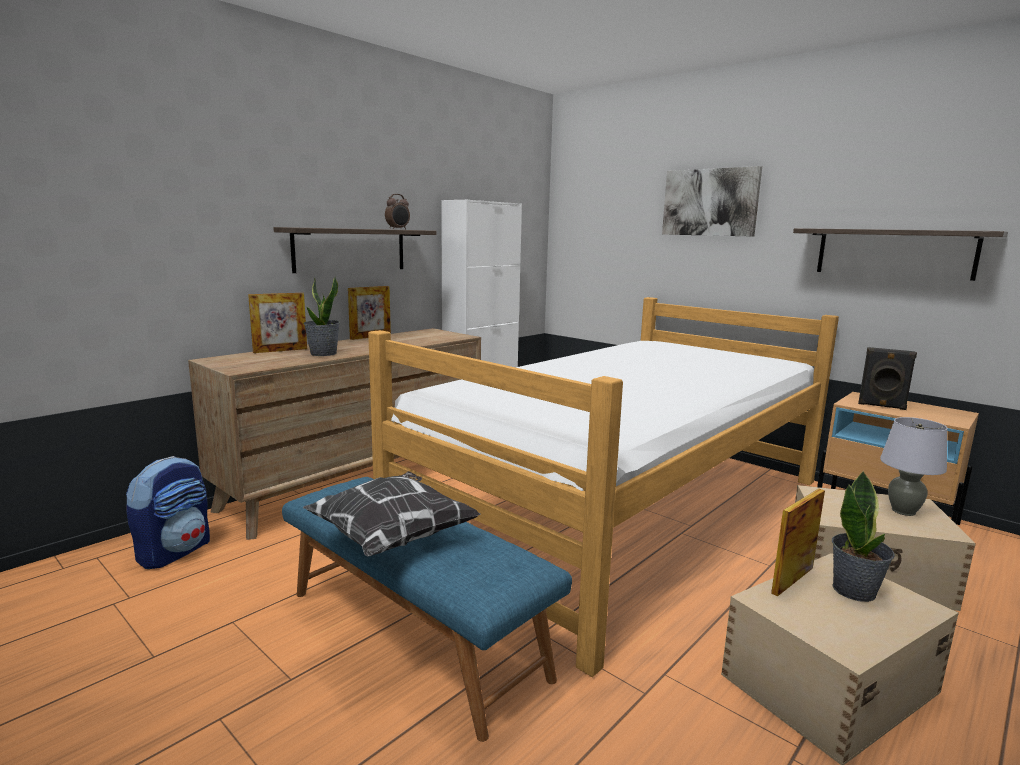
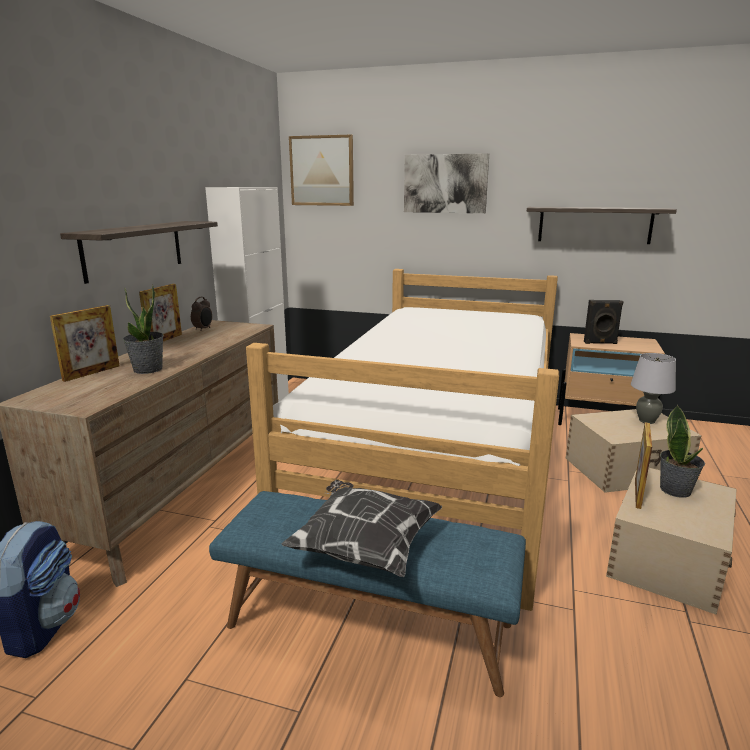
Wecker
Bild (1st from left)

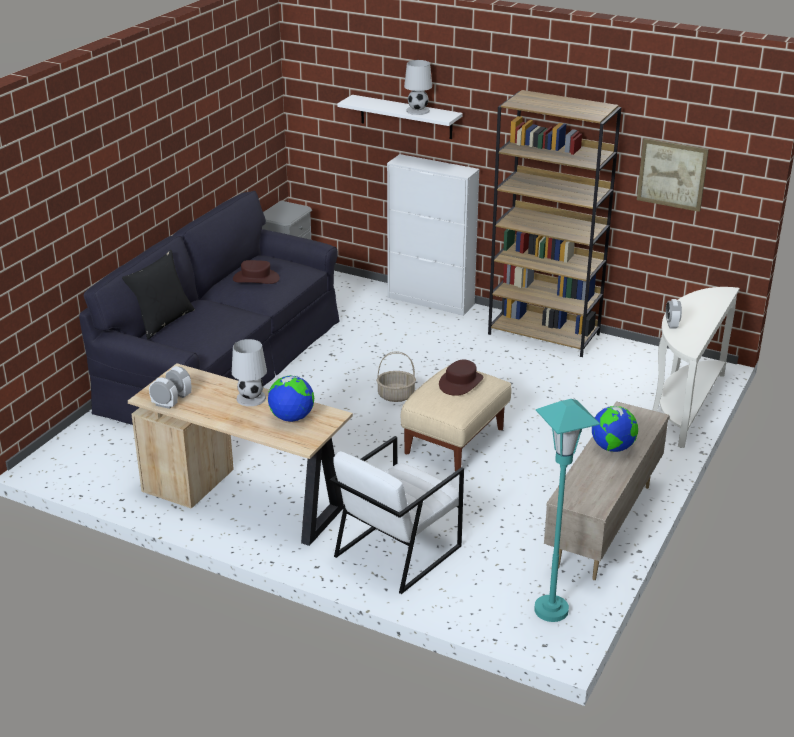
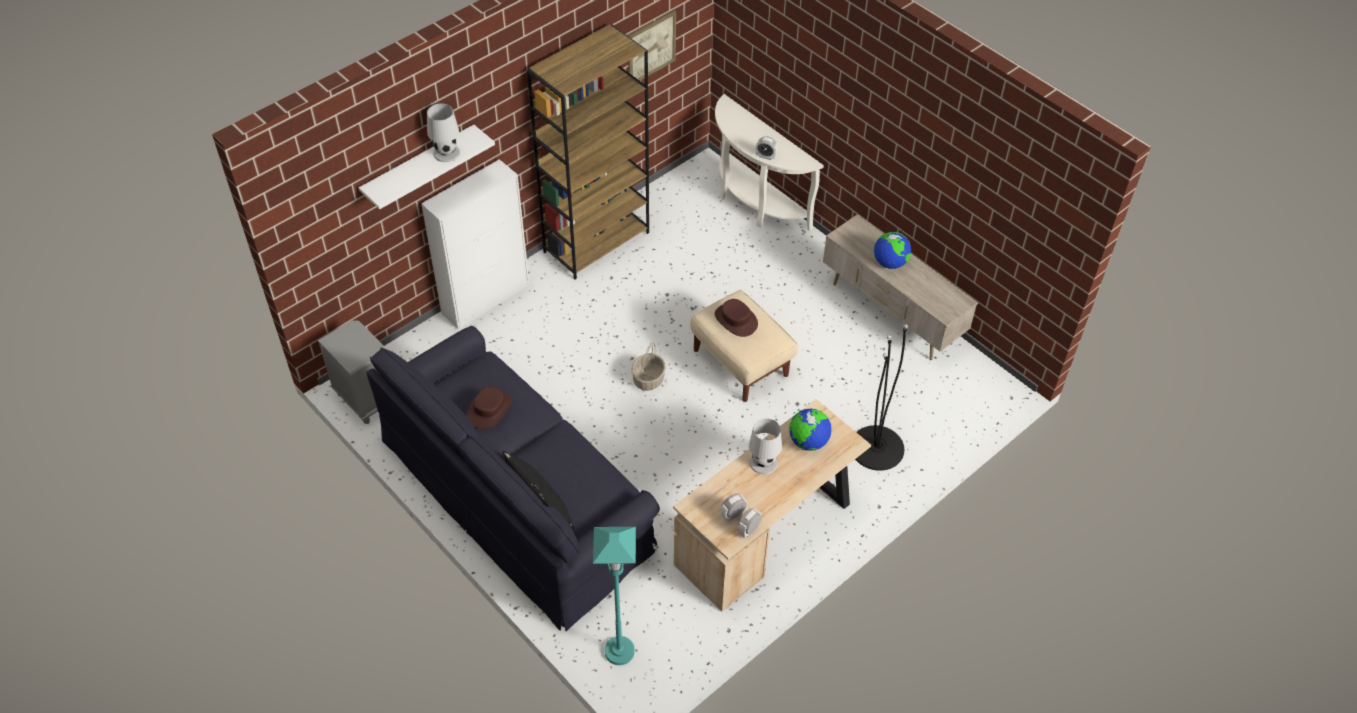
Stehlampe (türkis)
Stehlampe (schwarz)

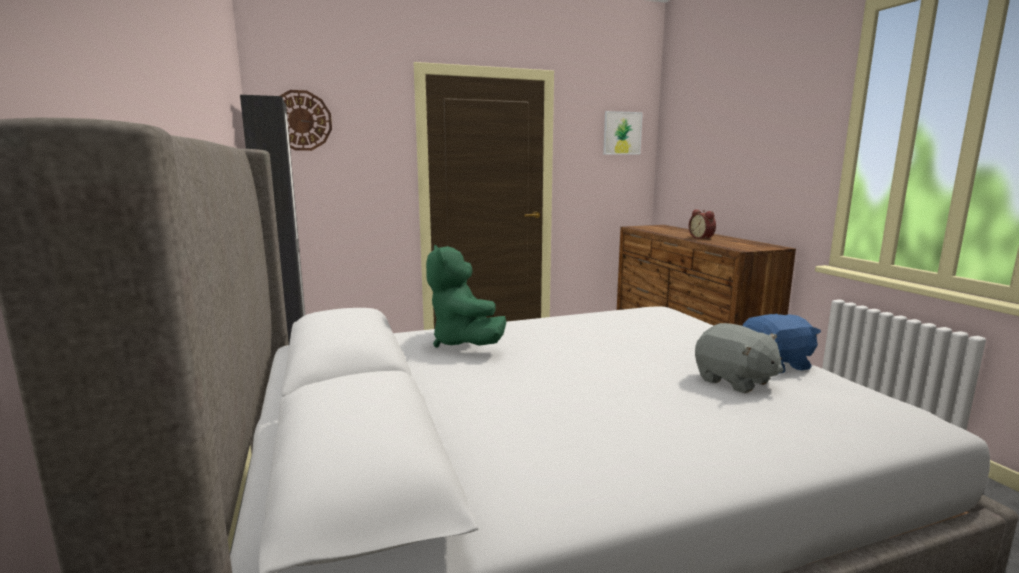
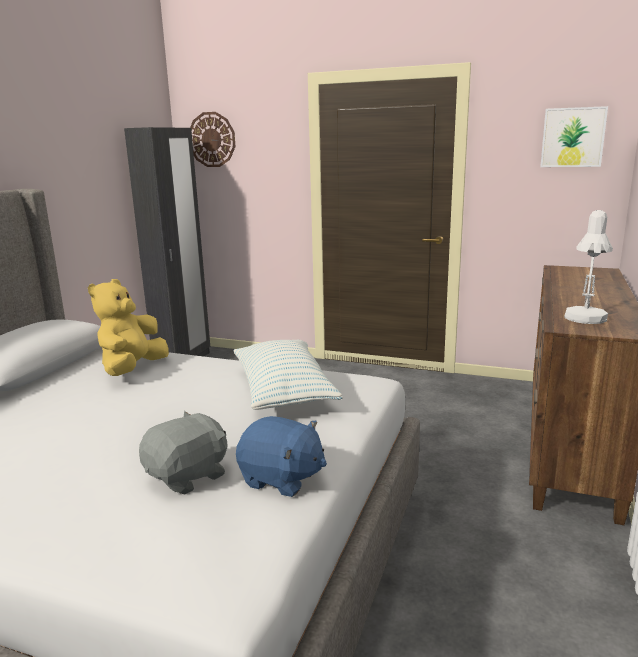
Plüschtier (gelb)
Plüschtier (grau)
Kissen
Tischlampe (weiß)
Wecker

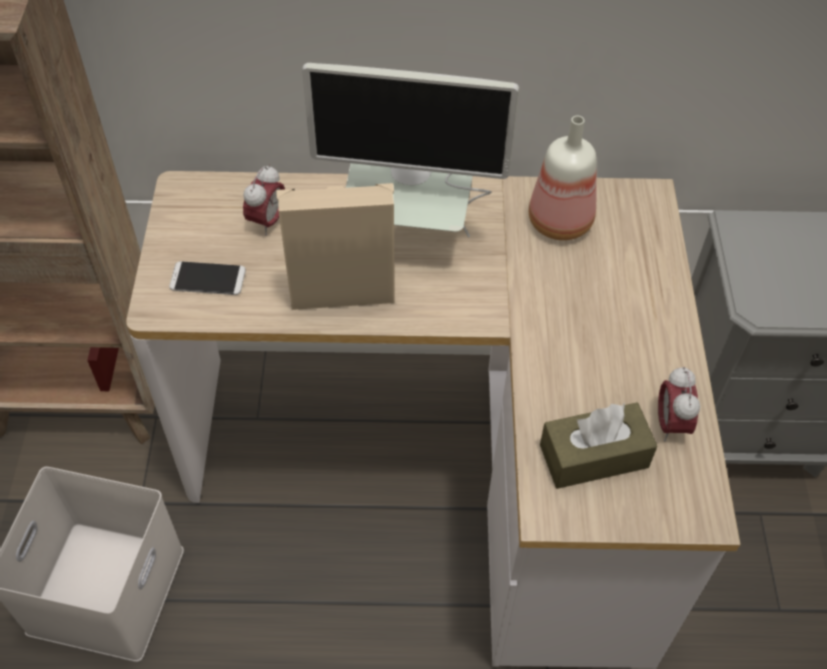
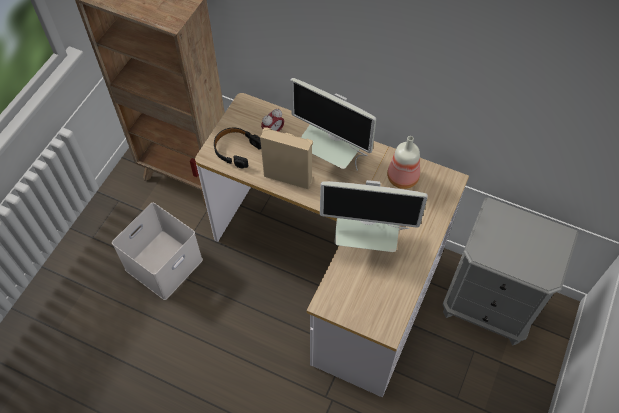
Kopfhörer (schwarz)
Monitor (2nd from left)
Taschentuchbox (braun)
Wecker (2nd from left in the first image)

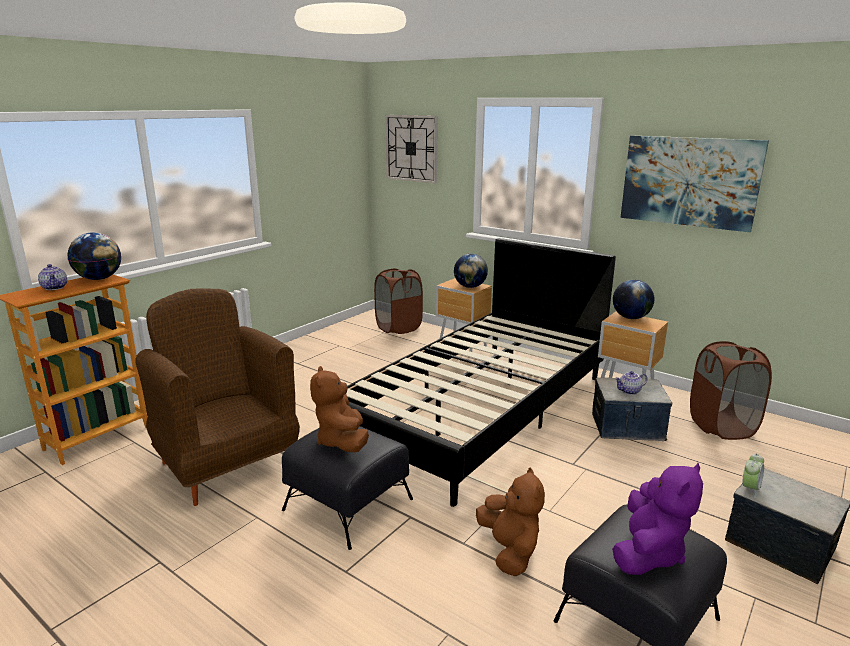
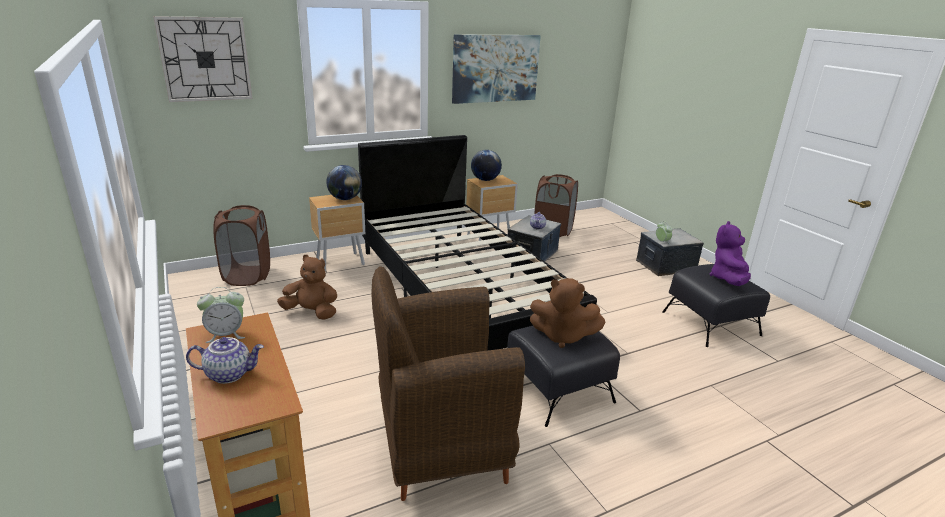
Wecker (1st from left)
Plüschtier (braun) (1st from left)
Plüschtier (lila)

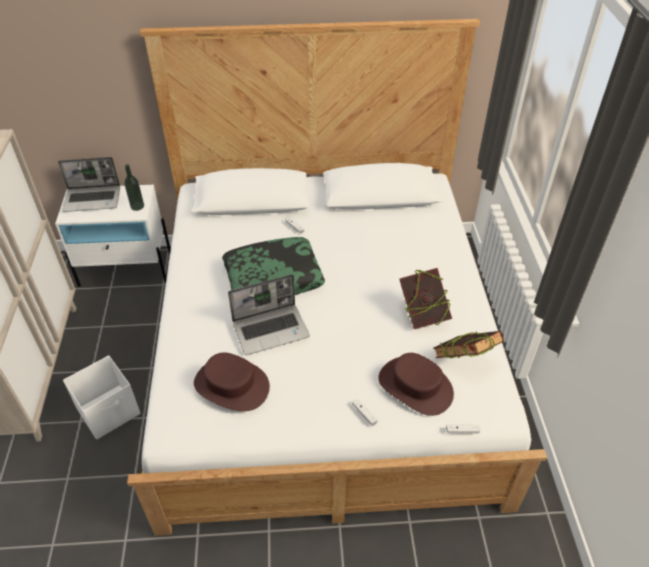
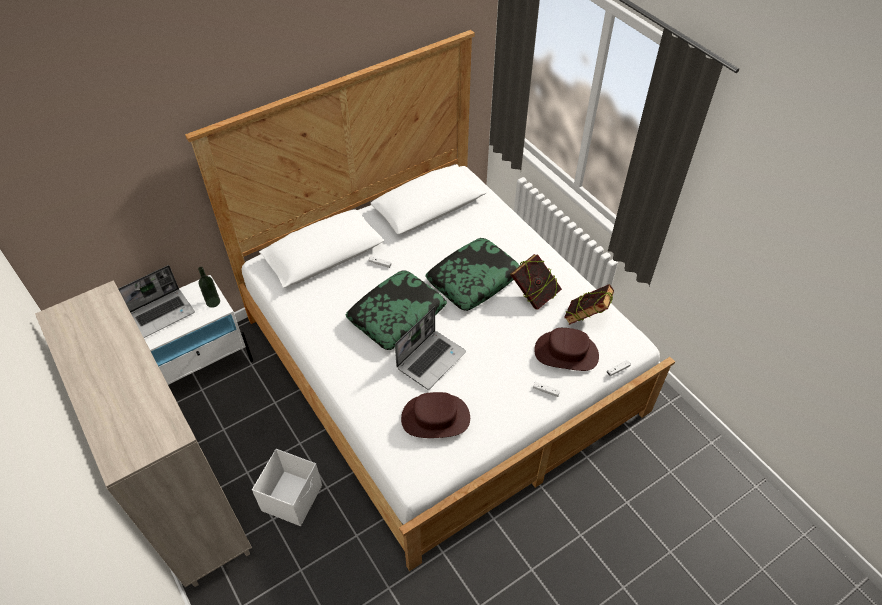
Kissen (2nd from left)

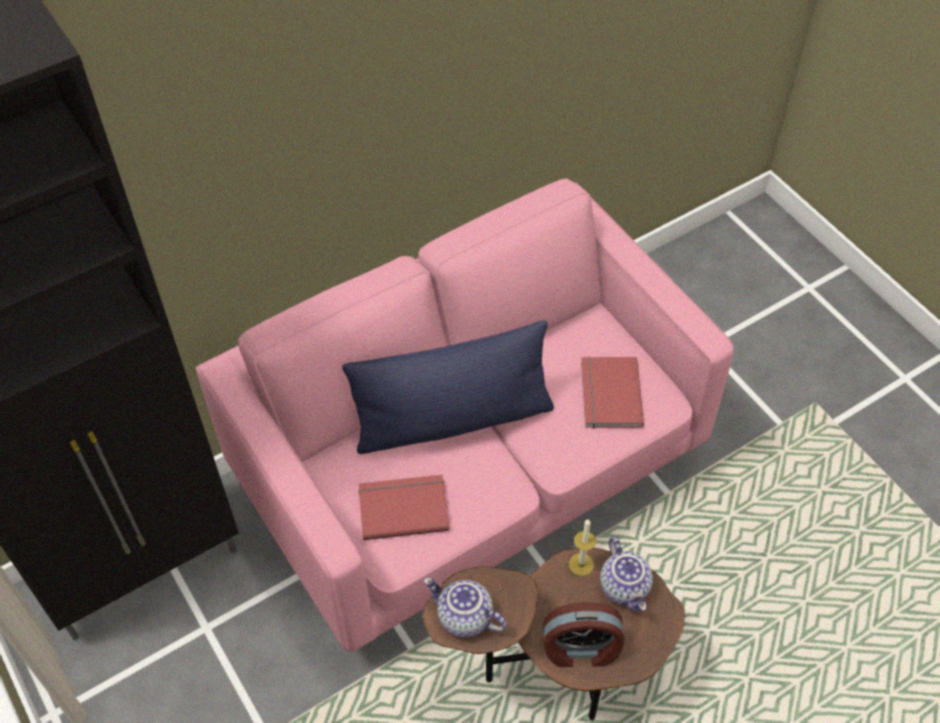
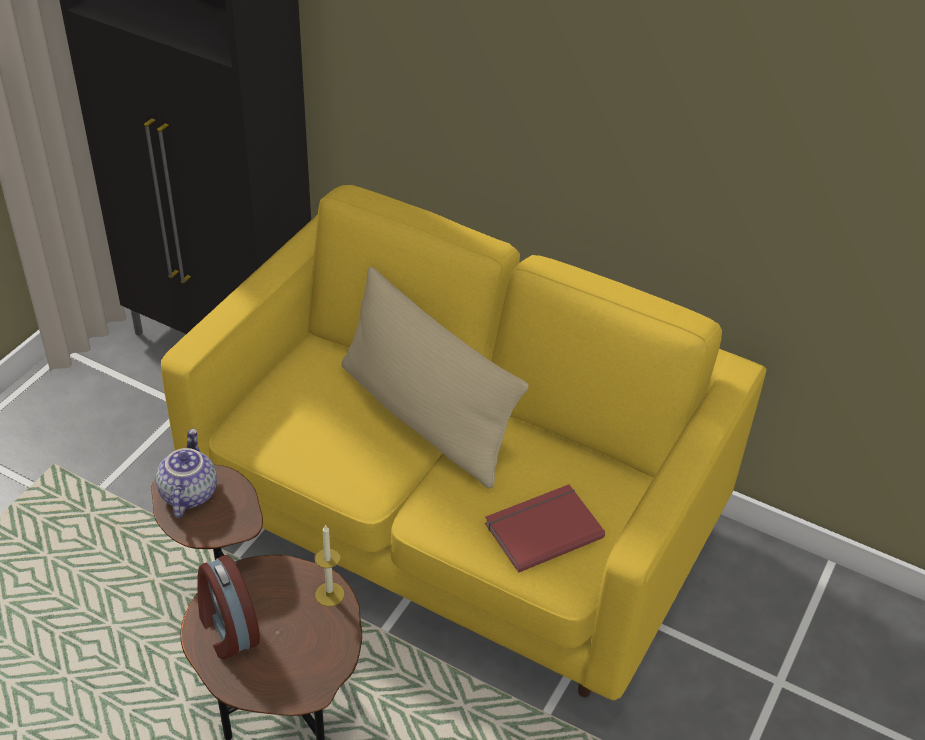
Sofa (gelb)
Kissen (beige)
Buch (rot) (1st from left in the first image)
Teekanne (2nd from left in the first image)

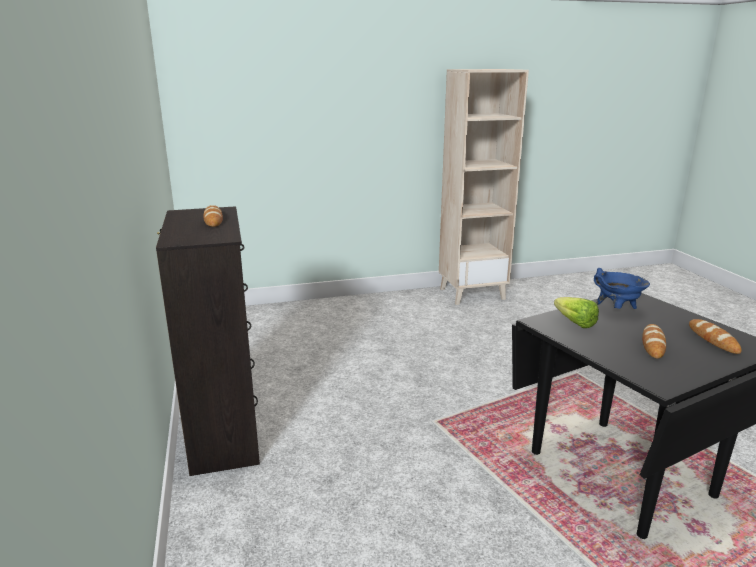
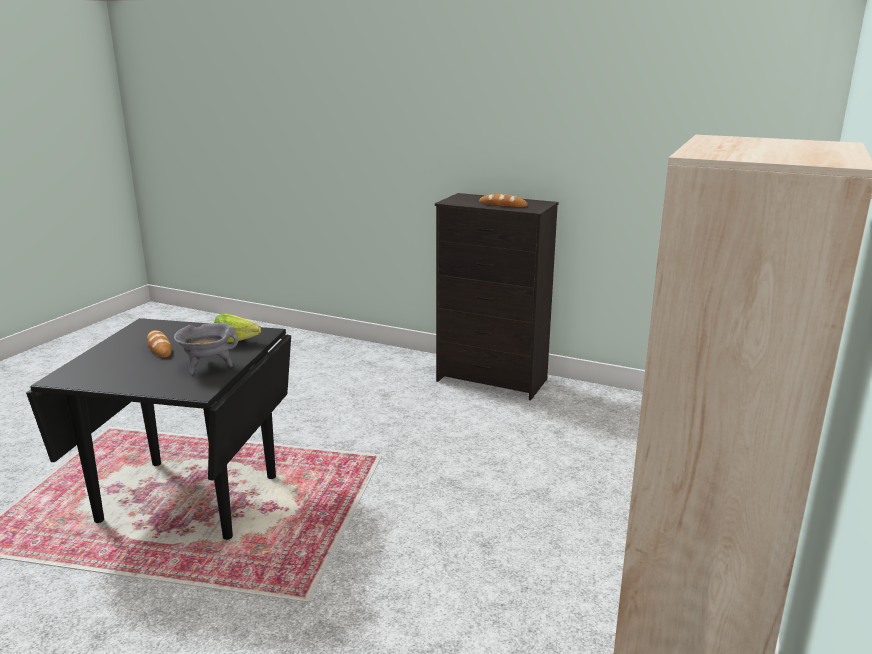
Kochtopf (grau)
Brot (3rd from left in the first image)

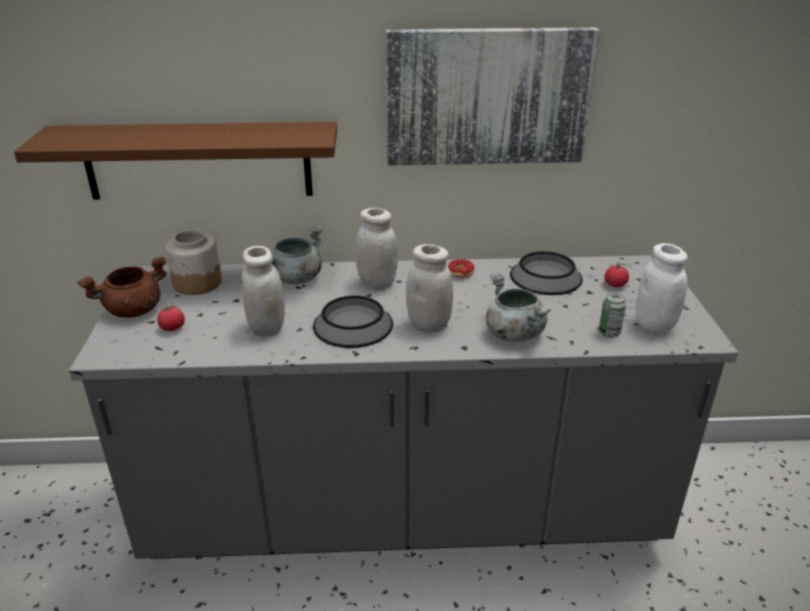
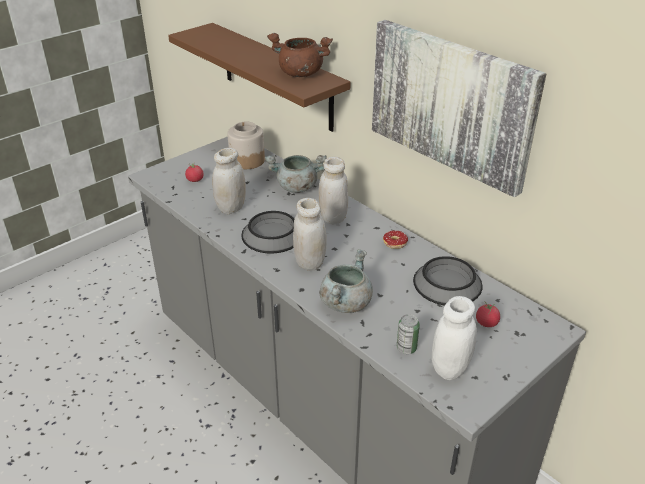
Kochtopf (braun)

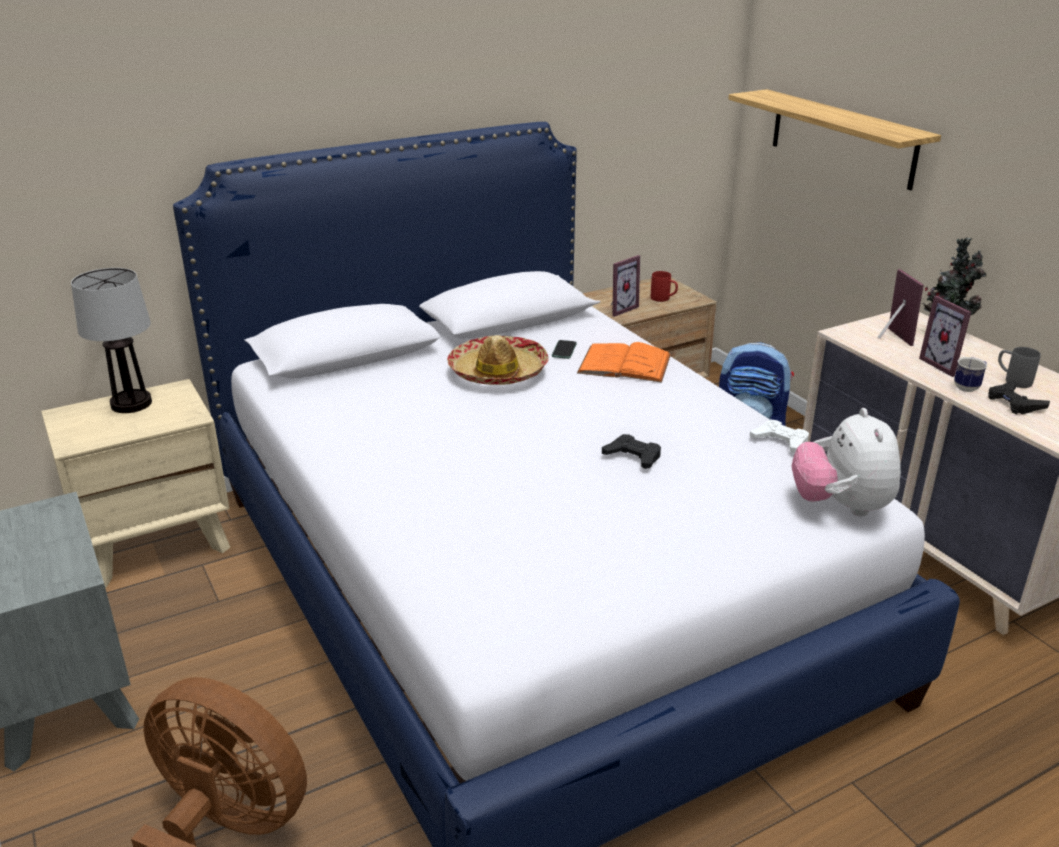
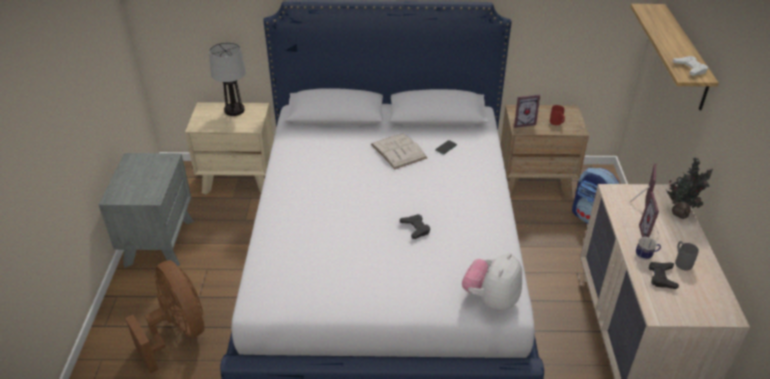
Buch (weiß)
Gamepad (weiß)
Buch (orange)

